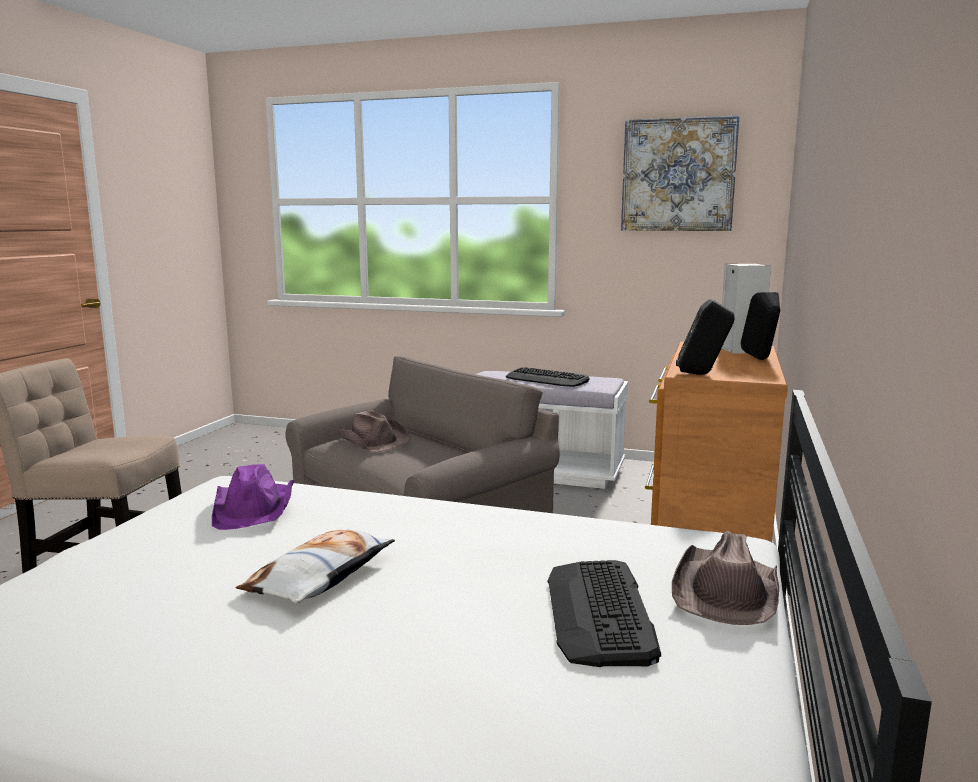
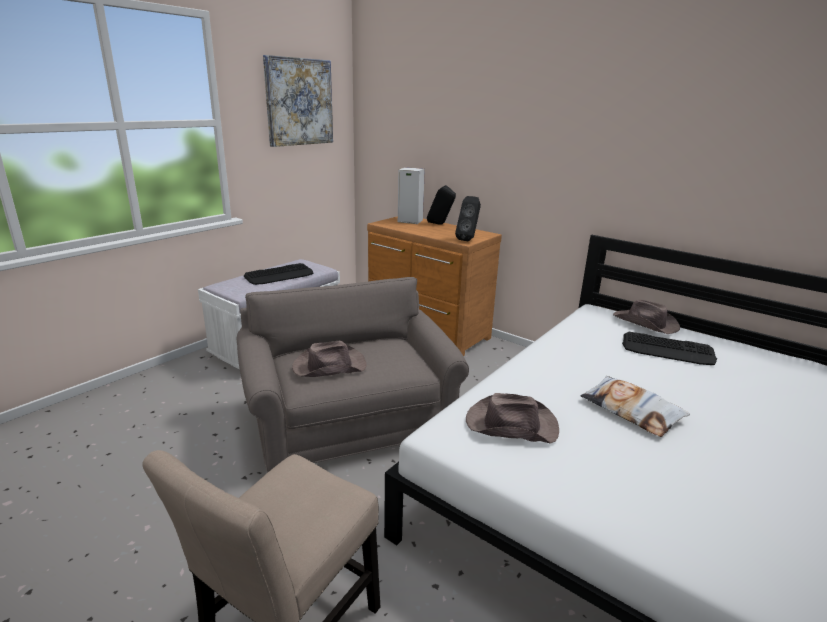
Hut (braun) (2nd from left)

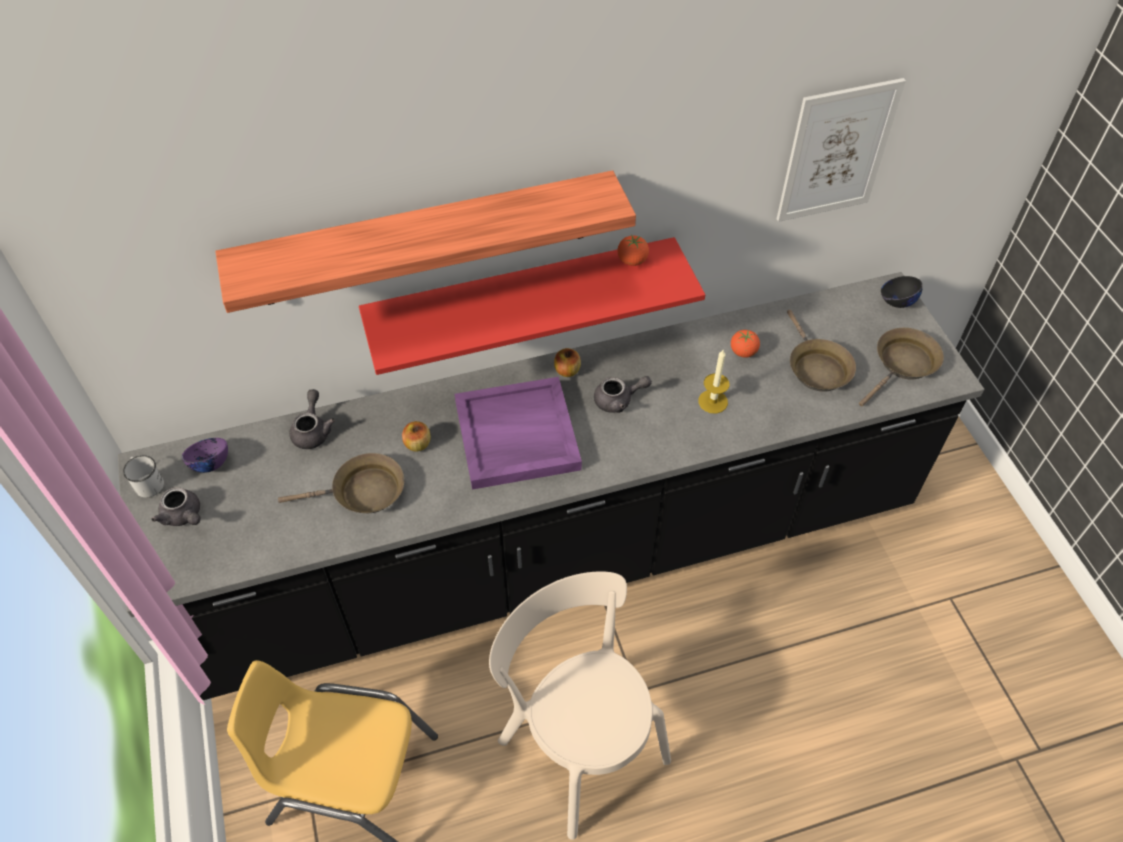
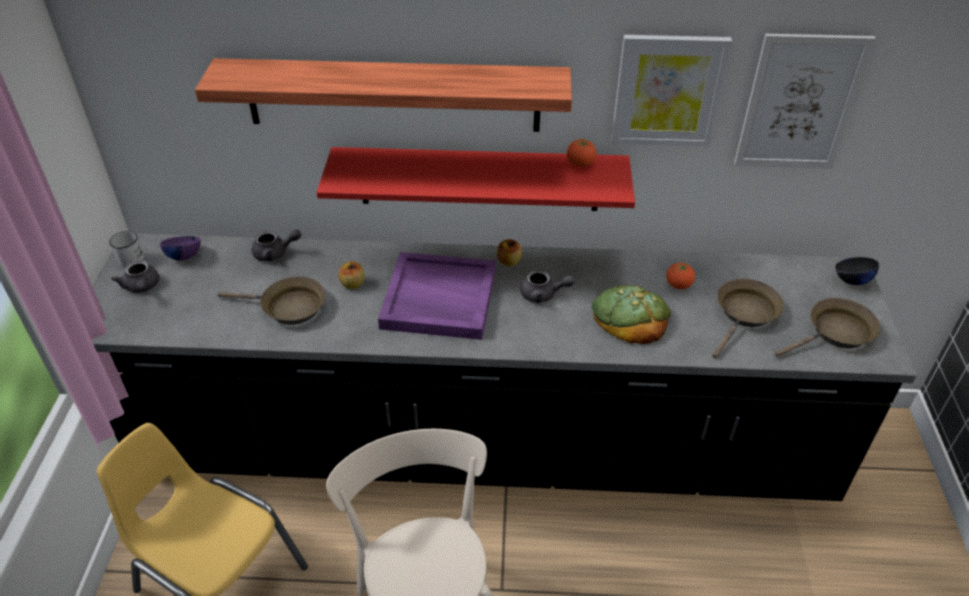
Teekanne (grau) (2nd from left)
Brot
Bild (1st from left)
Pfanne (braun) (2nd from left)

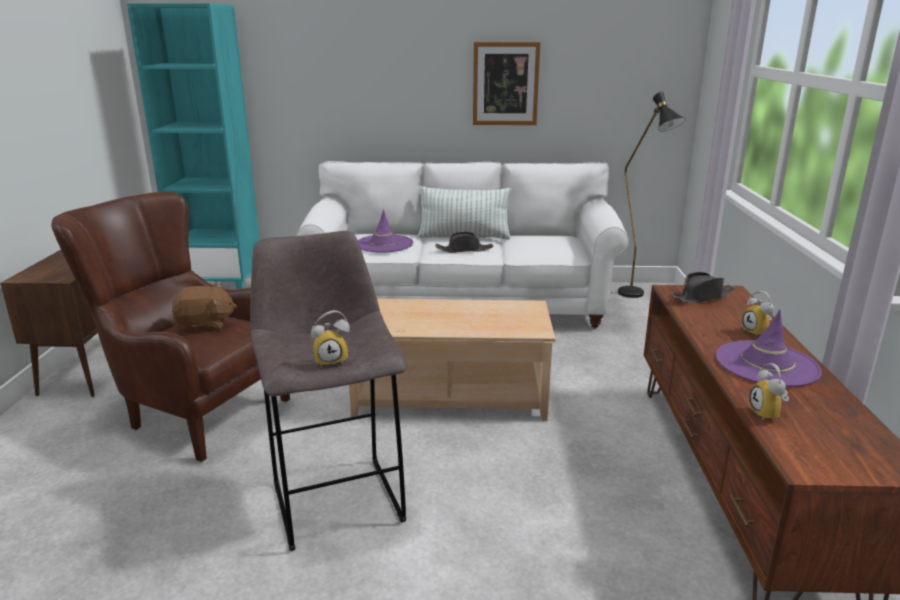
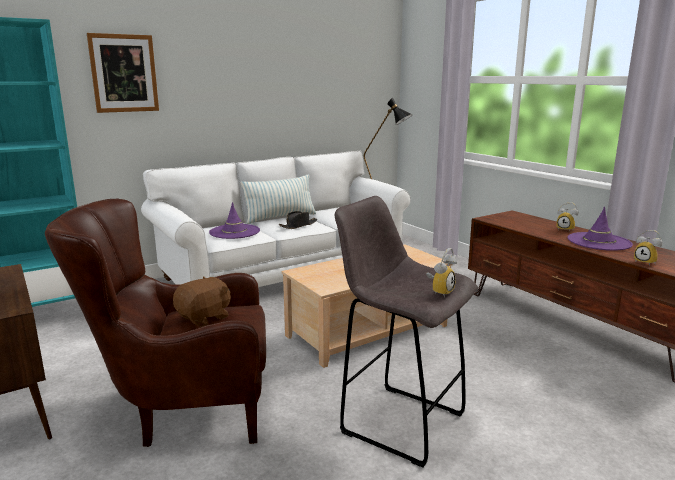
Bild
Hut (schwarz) (2nd from left in the first image)

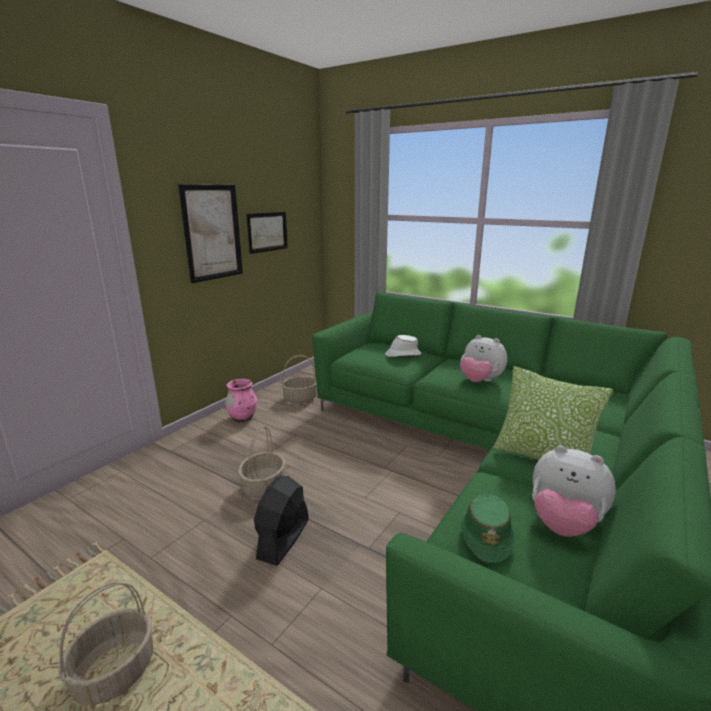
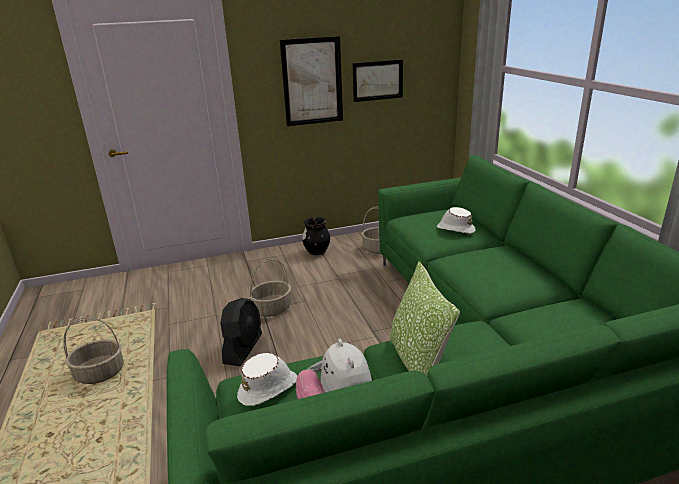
Ventilator (schwarz)
Hut (weiß) (1st from left)
Vase (schwarz)
Plüschtier (1st from left in the first image)

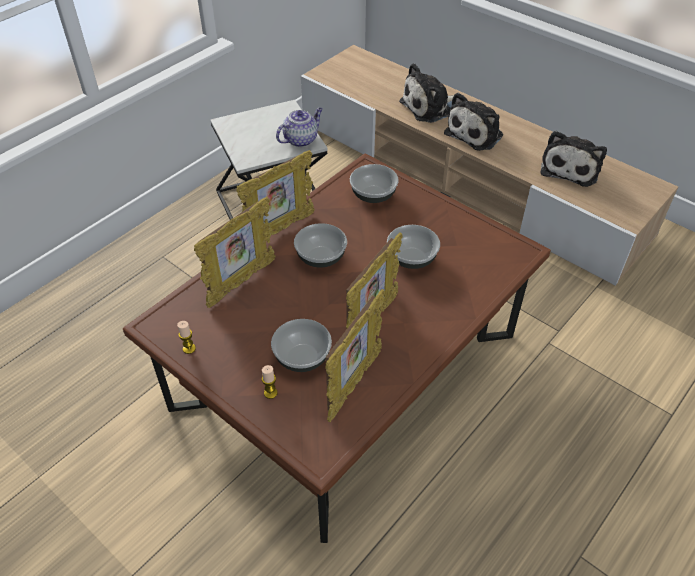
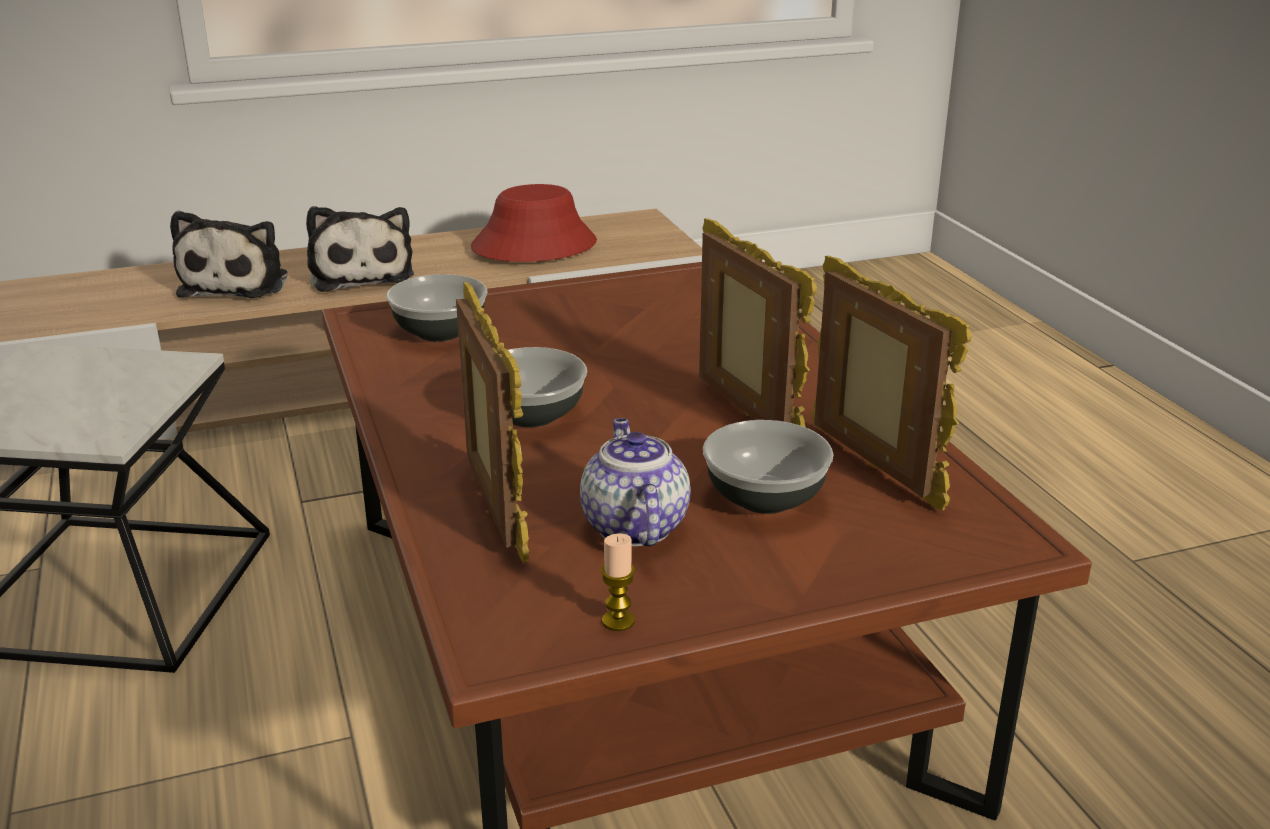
Hut (rot)
Teekanne
Bilderrahmen (2nd from left in the first image)
Kerze (2nd from left in the first image)
Schüssel (4th from left in the first image)

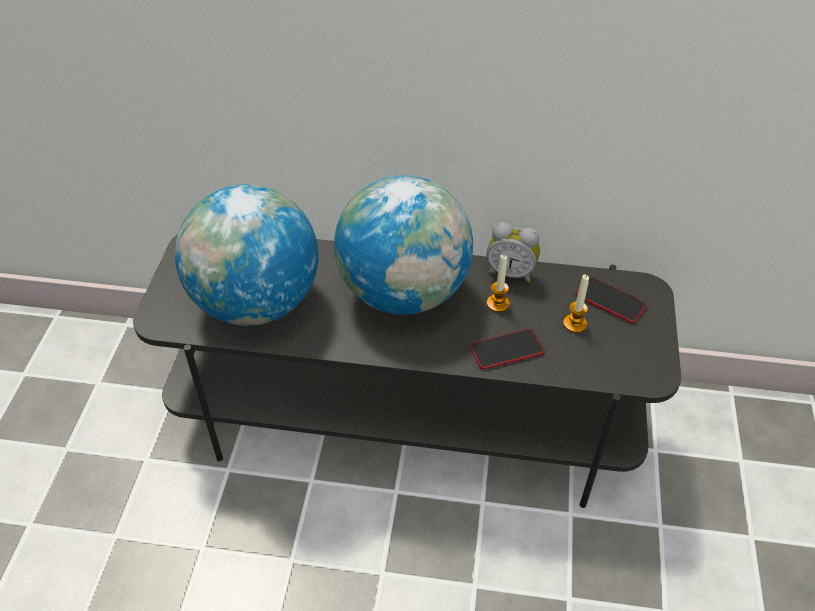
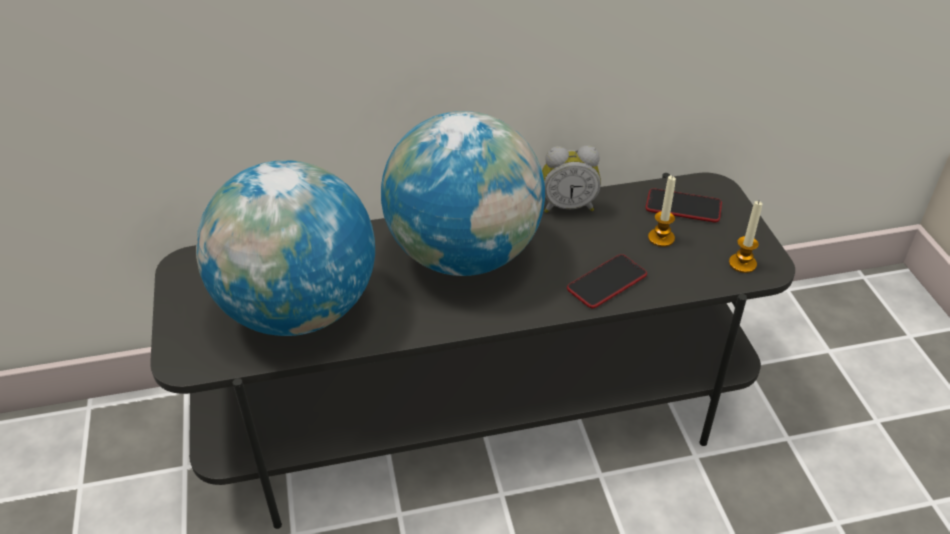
Kerze (2nd from left)

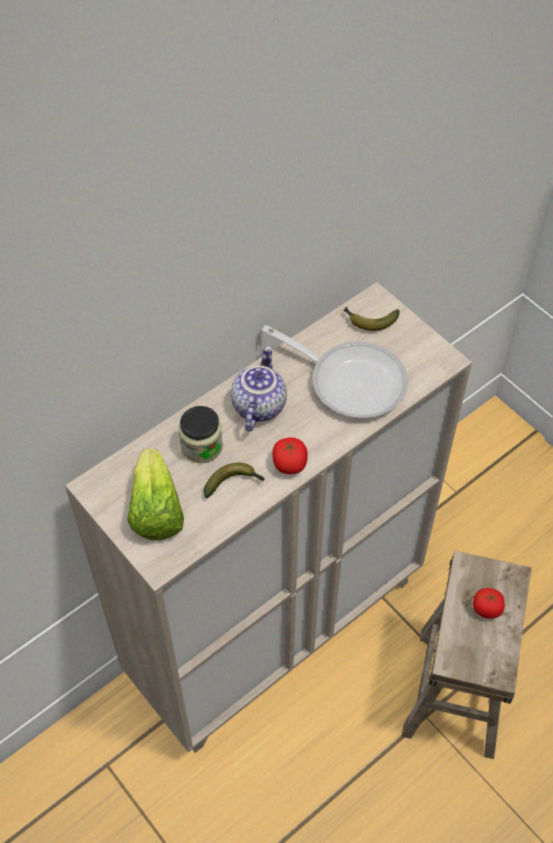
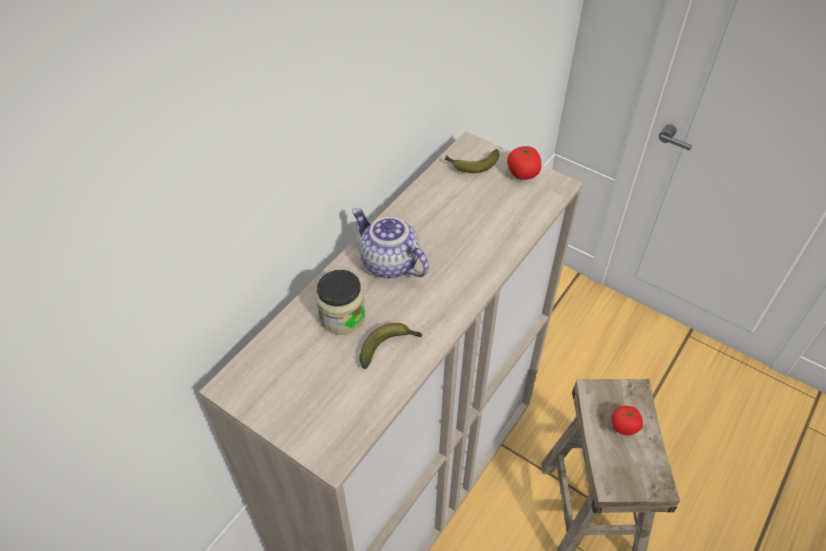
Teekanne
Tomate (1st from left)
Salatkopf
Pfanne

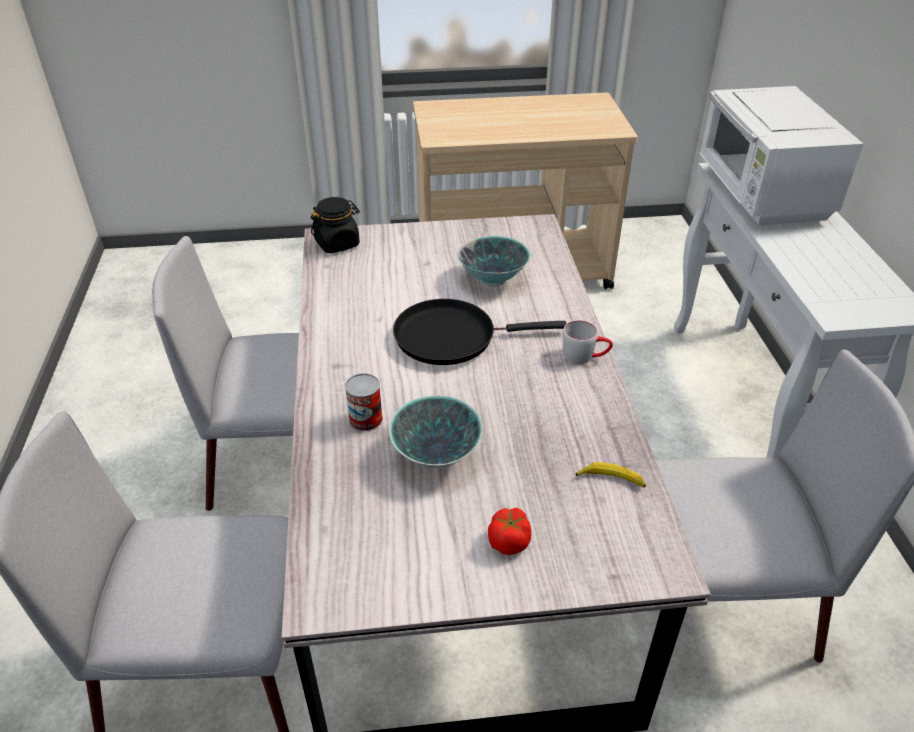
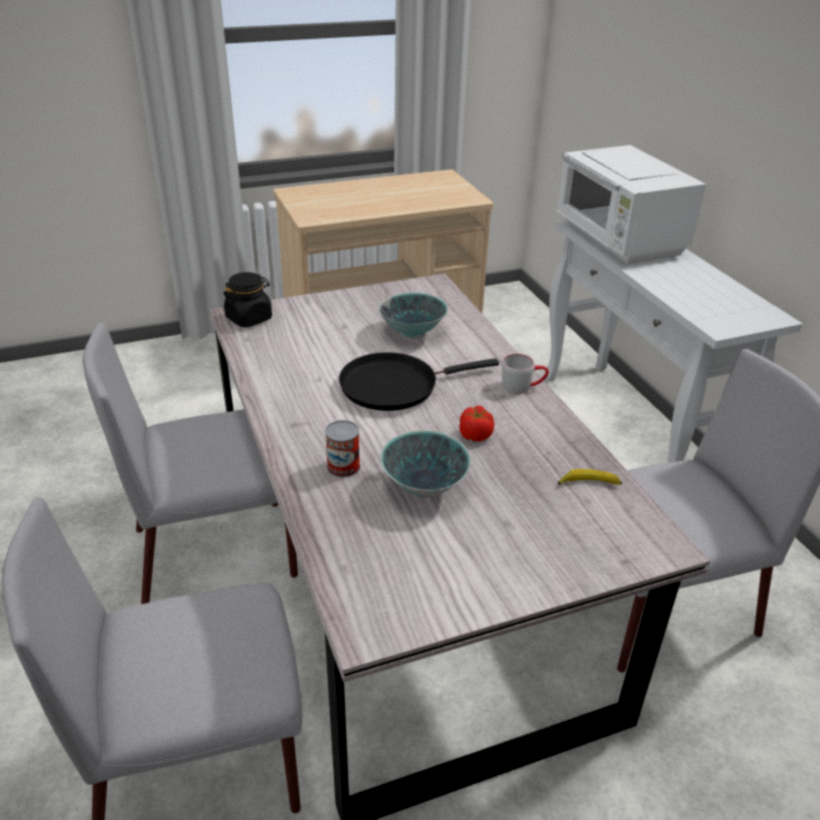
Tomate

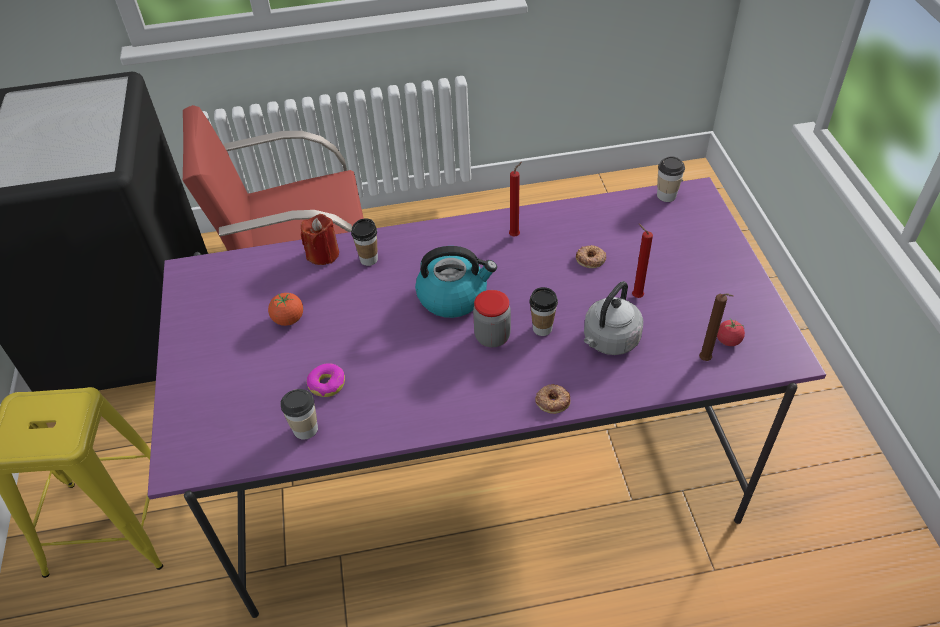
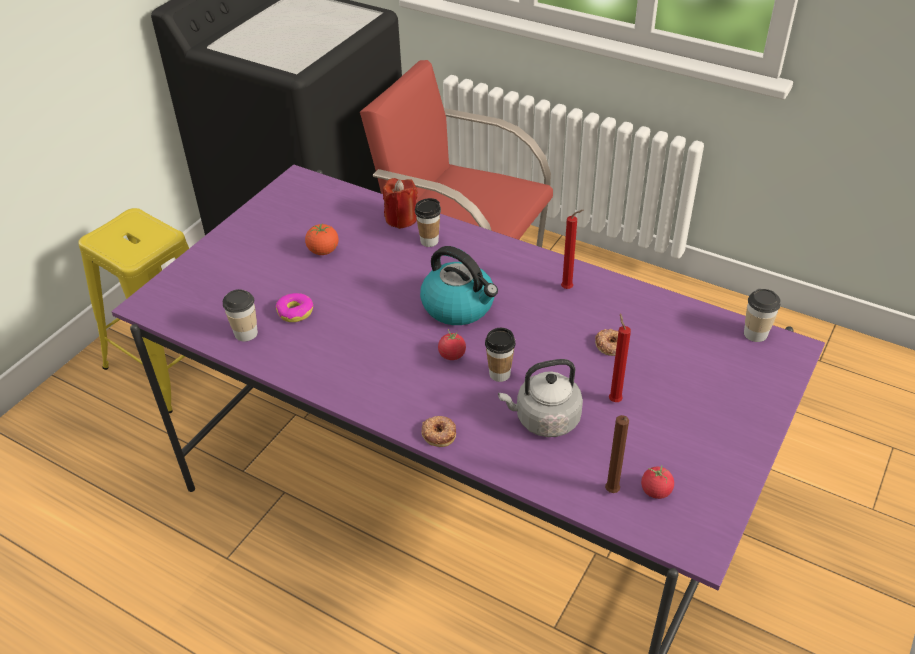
Tomate (2nd from left)

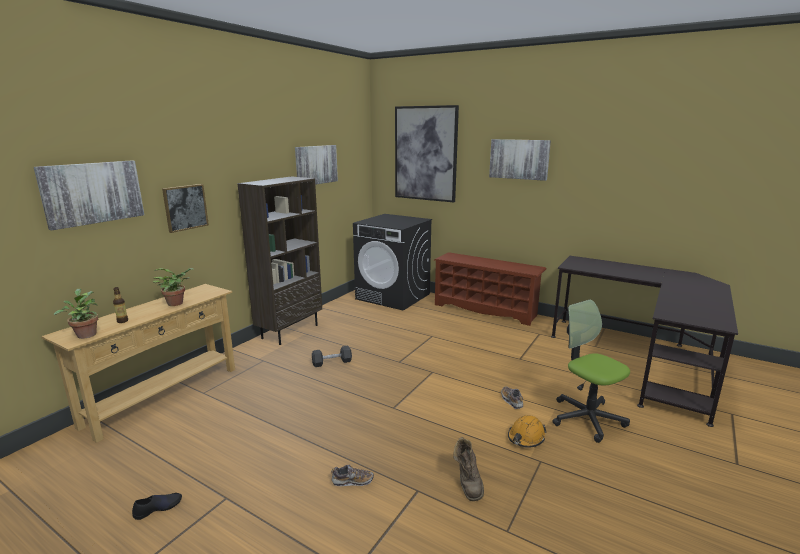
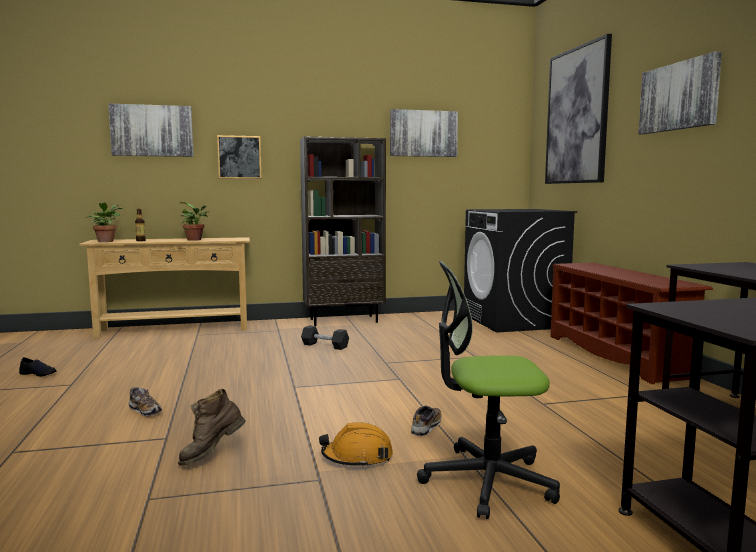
Bürostuhl

